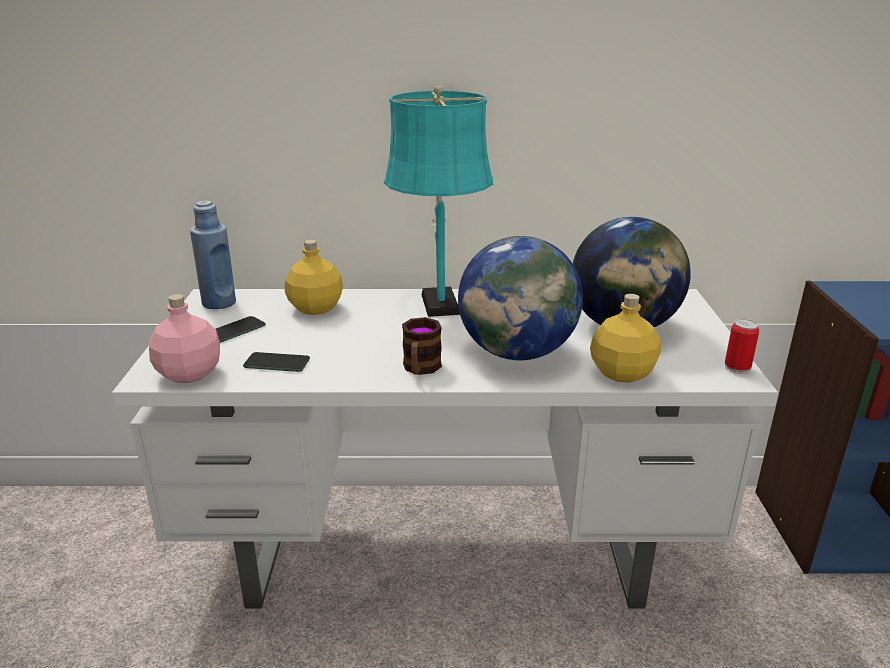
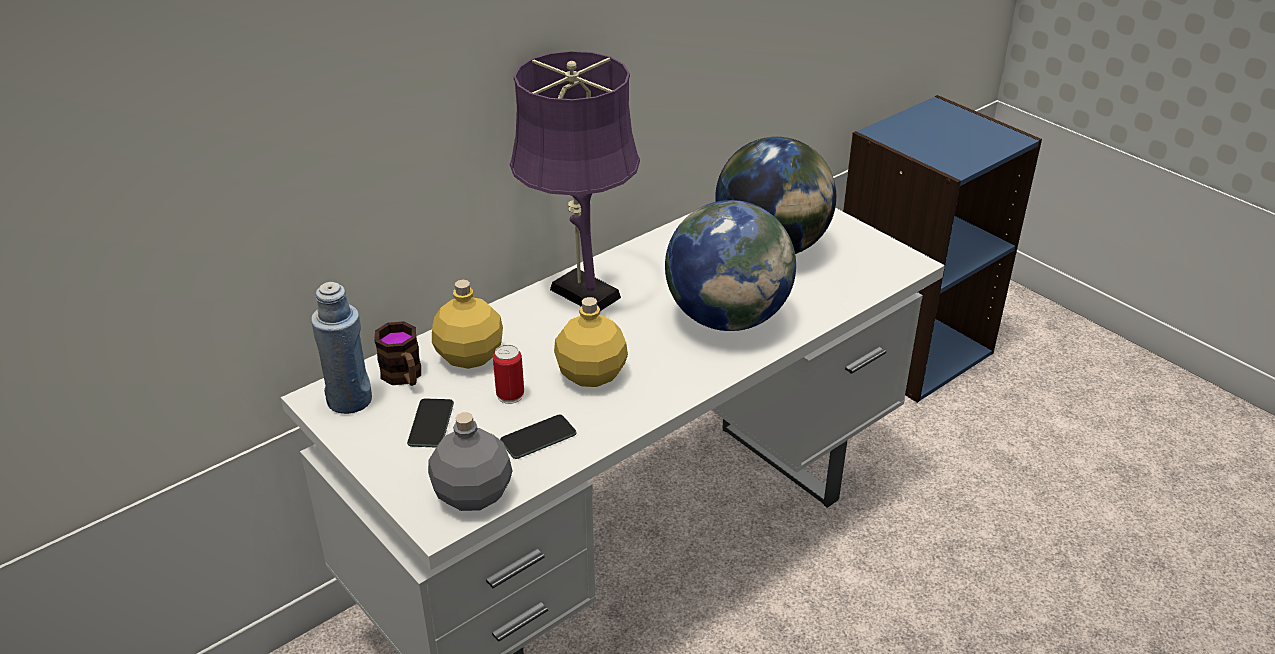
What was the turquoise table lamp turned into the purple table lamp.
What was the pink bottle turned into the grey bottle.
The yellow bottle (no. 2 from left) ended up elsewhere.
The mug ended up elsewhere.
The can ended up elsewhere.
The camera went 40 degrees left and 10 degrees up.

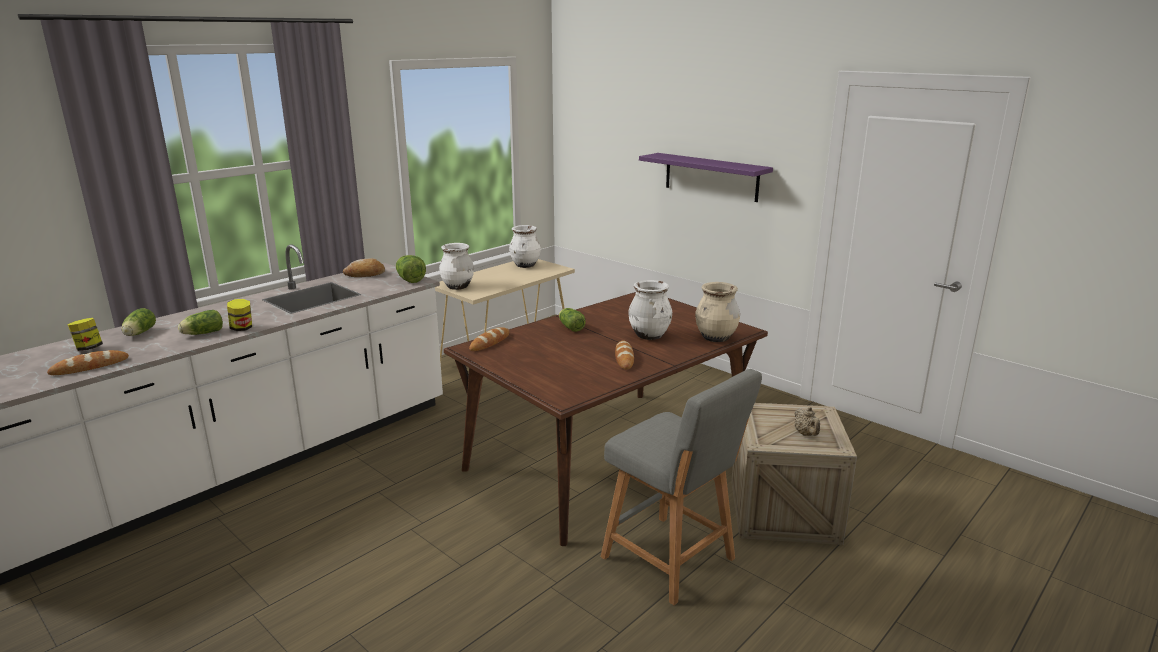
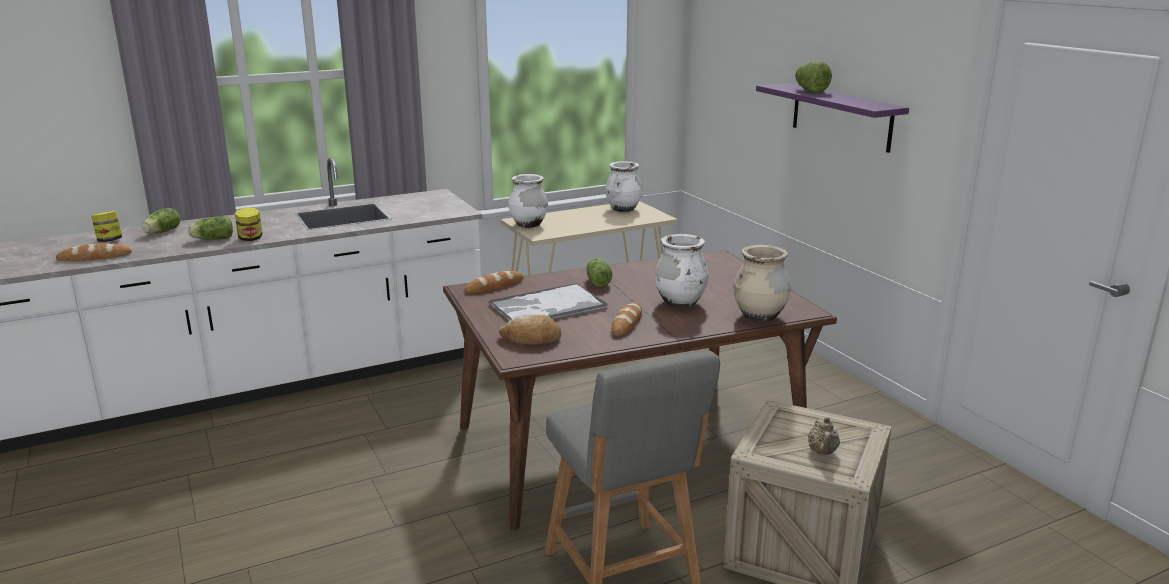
The lettuce (no. 3 from left in the first image) ended up elsewhere.
The bread (no. 2 from left in the first image) ended up elsewhere.
The second view gained the tray.
The camera went 20 degrees right and 0 degrees up.

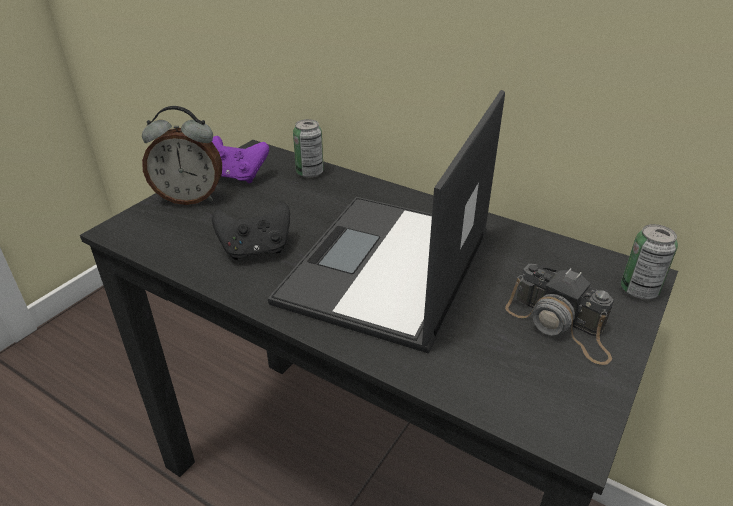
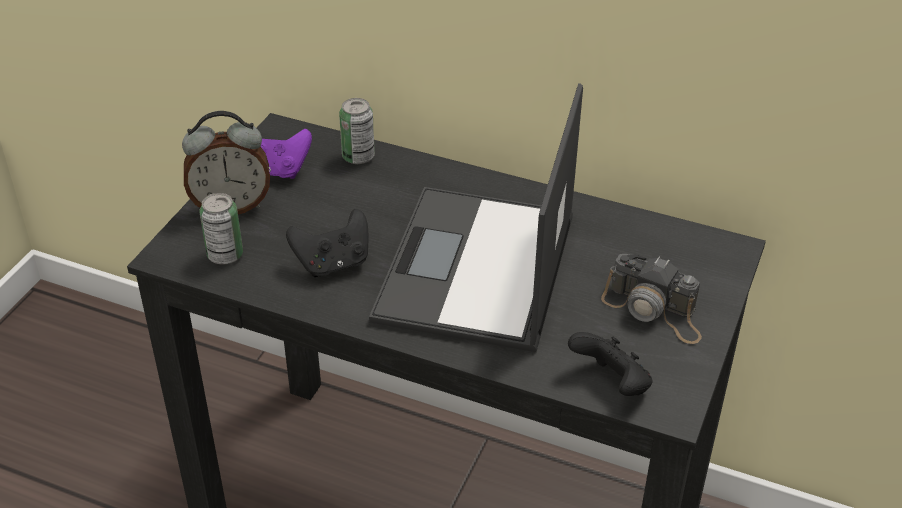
The can (no. 2 from left in the first image) ended up elsewhere.
The second view gained the black game controller (no. 2 from left).
The camera went 10 degrees left and 5 degrees up.

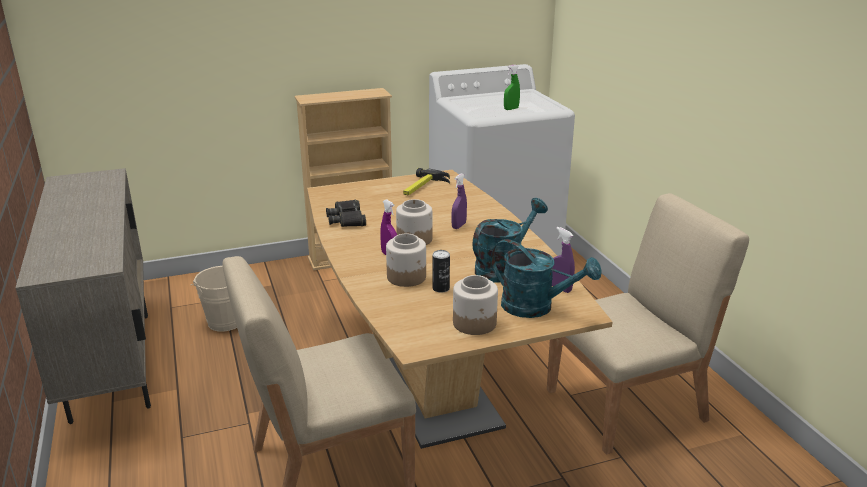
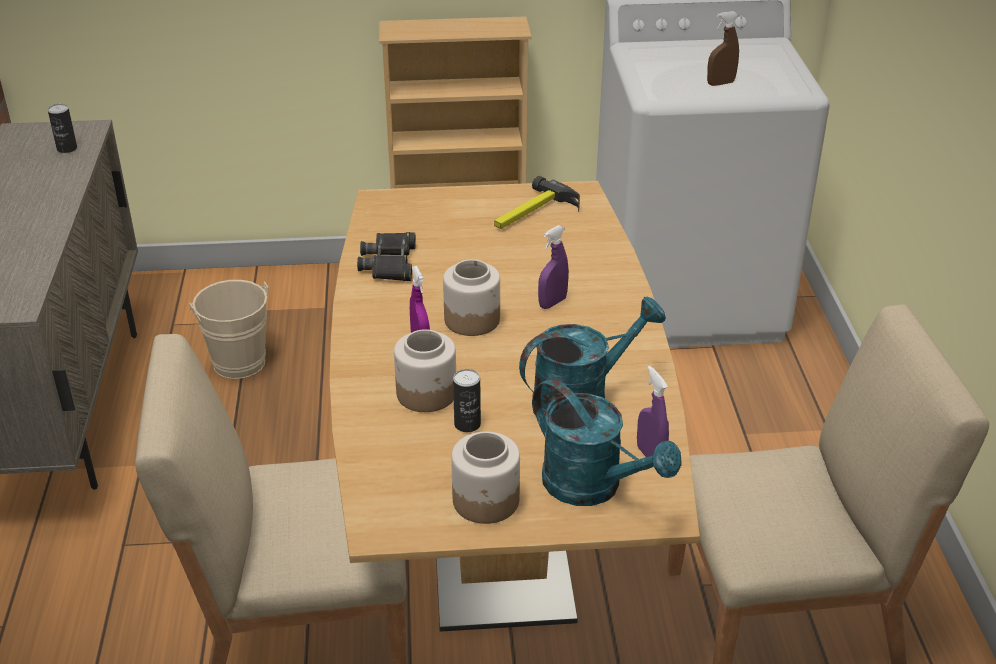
What was the green spray bottle turned into the brown spray bottle.
The second view gained the can (no. 1 from left).
The camera went 15 degrees right and 10 degrees up.

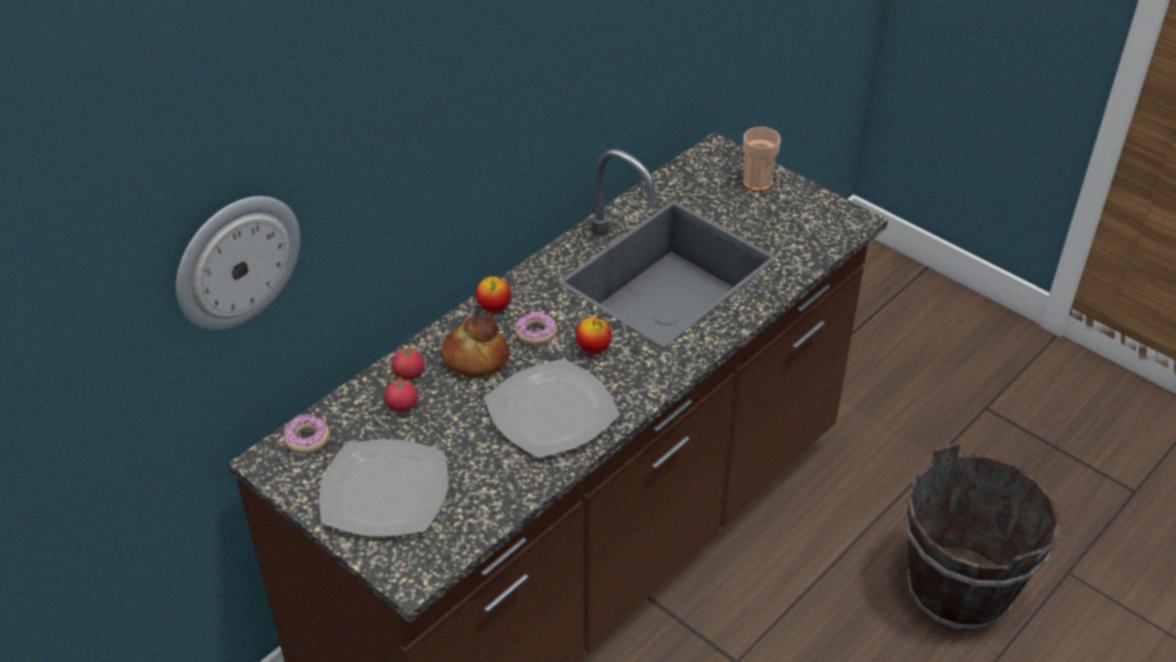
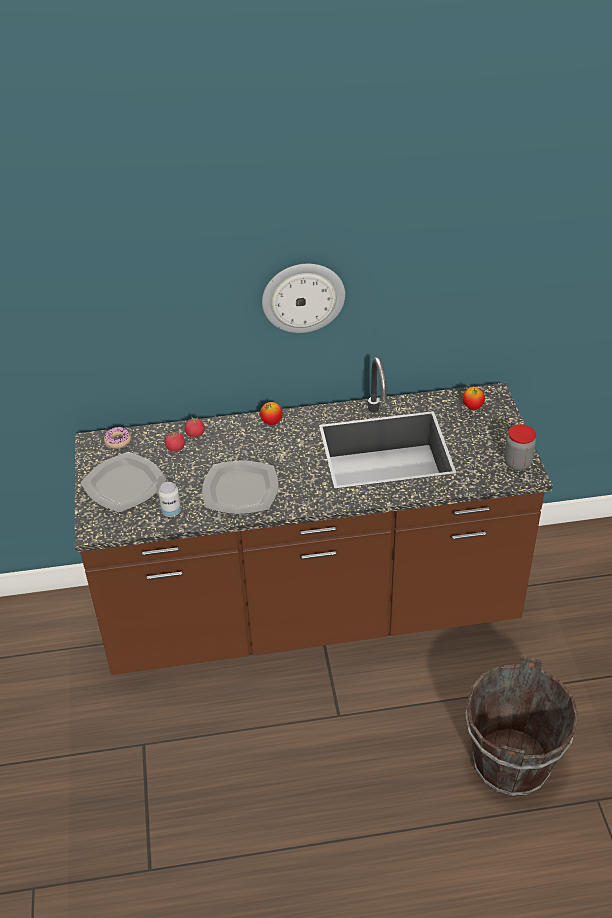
The second view lost the cup.
The wall clock ended up elsewhere.
The second view lost the donut (no. 2 from left).
The second view lost the bread.
The apple (no. 2 from left) ended up elsewhere.
The second view gained the jar.
The second view gained the can.
The camera went 40 degrees right and 0 degrees up.

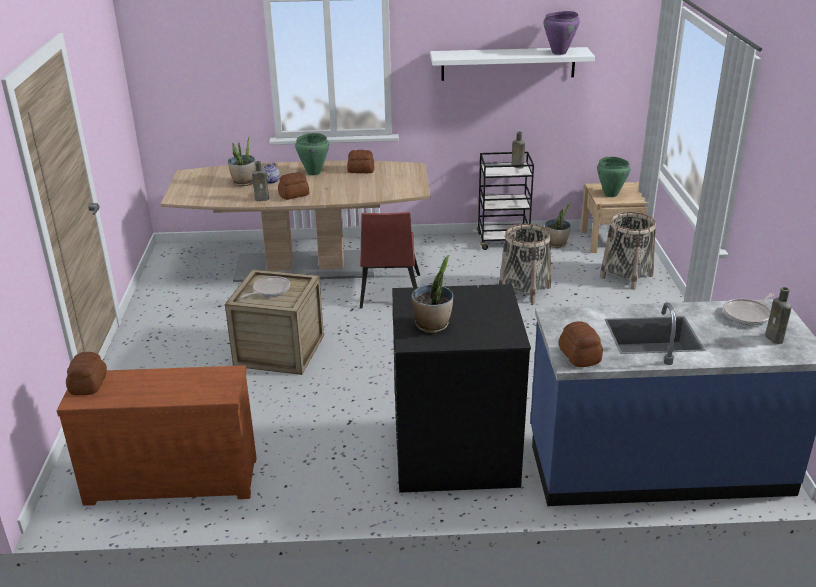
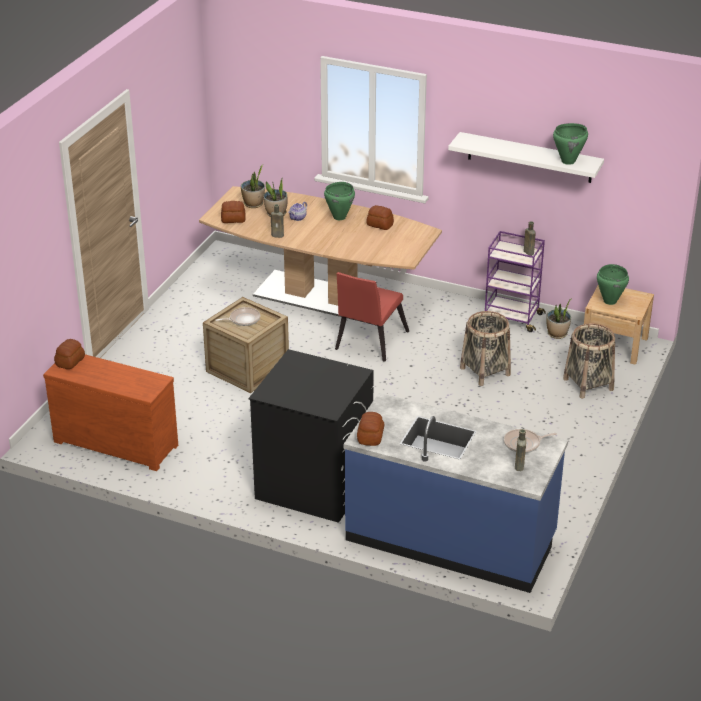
What was the purple cooking pot turned into the green cooking pot (no. 2 from left).
What was the black cart turned into the purple cart.
The bread (no. 2 from left) ended up elsewhere.
The potted plant (no. 2 from left in the first image) ended up elsewhere.
The camera went 25 degrees right and 5 degrees up.

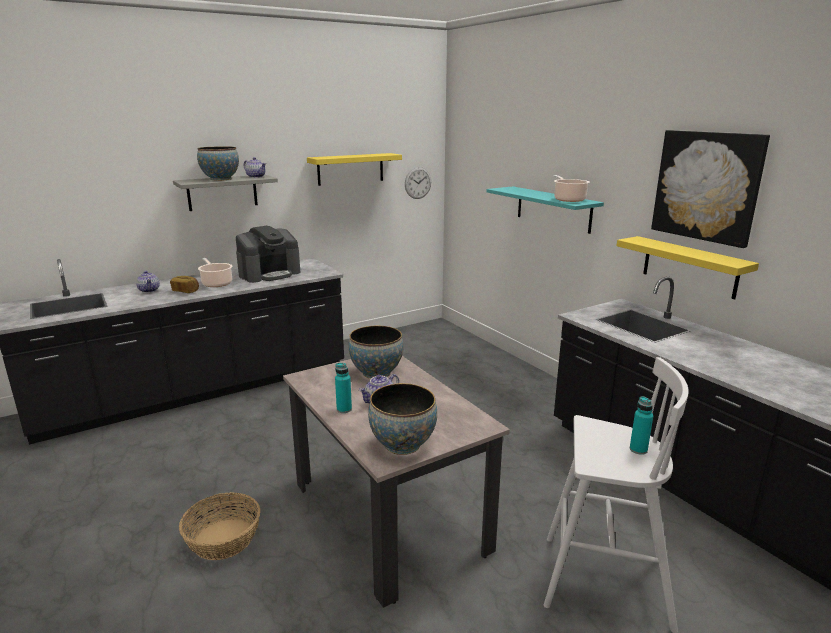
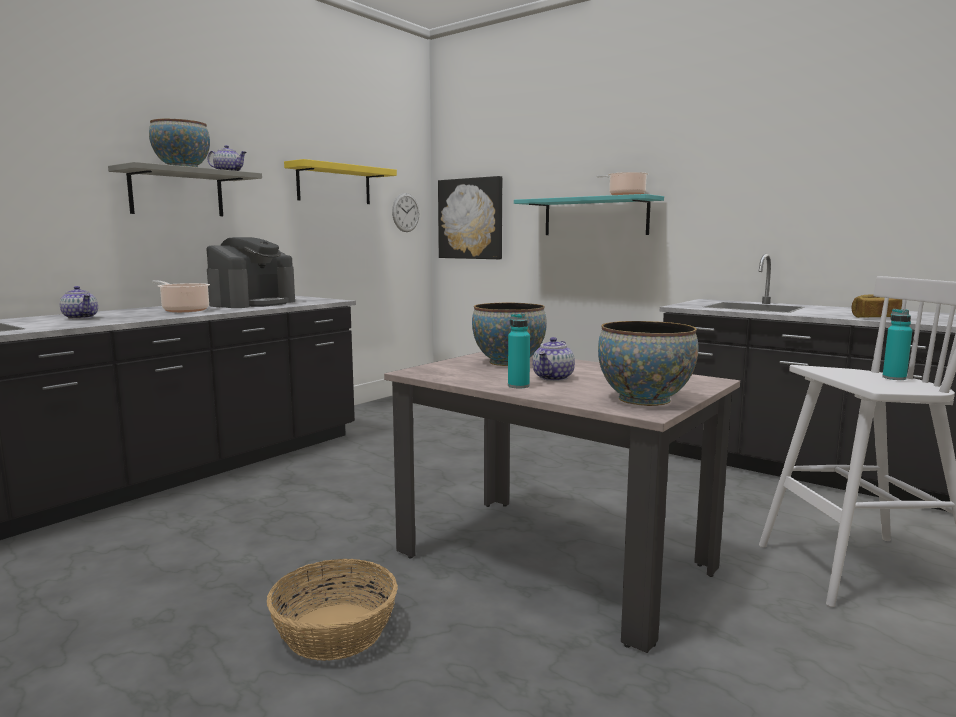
The picture ended up elsewhere.
The second view lost the yellow shelf (no. 2 from left).
The bread ended up elsewhere.
The camera went 20 degrees left and 10 degrees down.

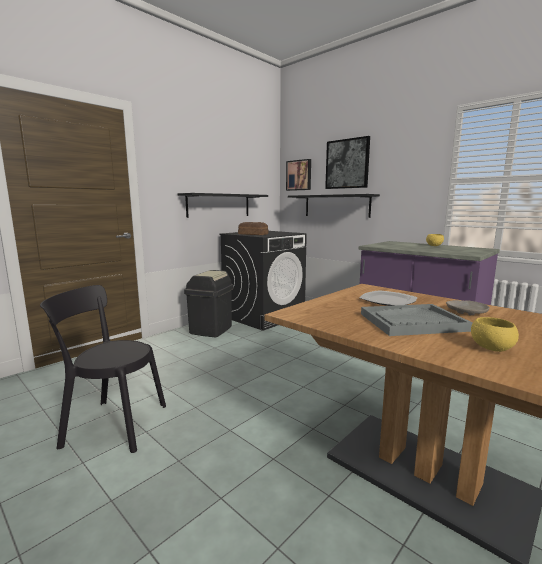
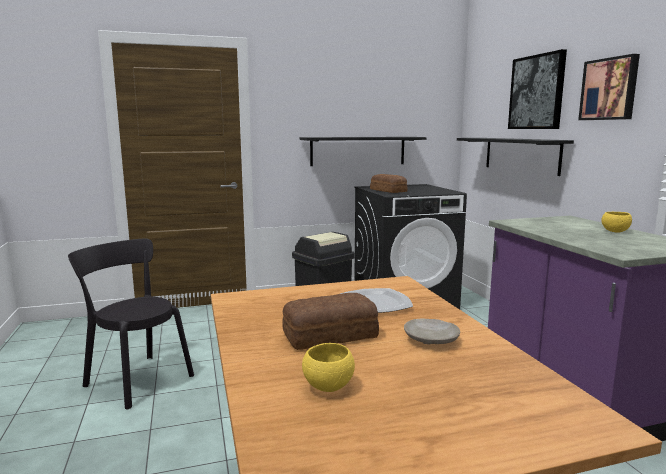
The picture (no. 1 from left in the first image) ended up elsewhere.
Where the grey tray stood, the bread (no. 1 from left) came to stand.
The camera went 30 degrees right and 0 degrees up.

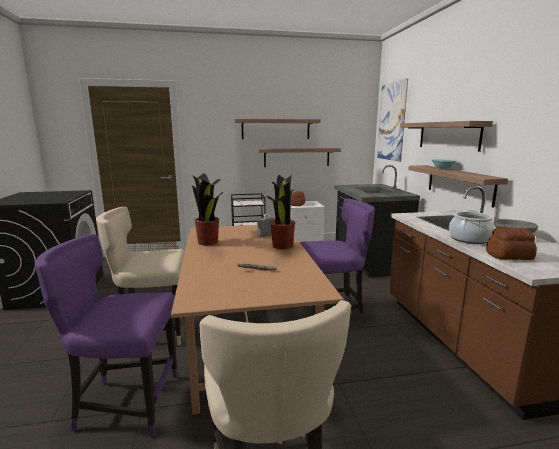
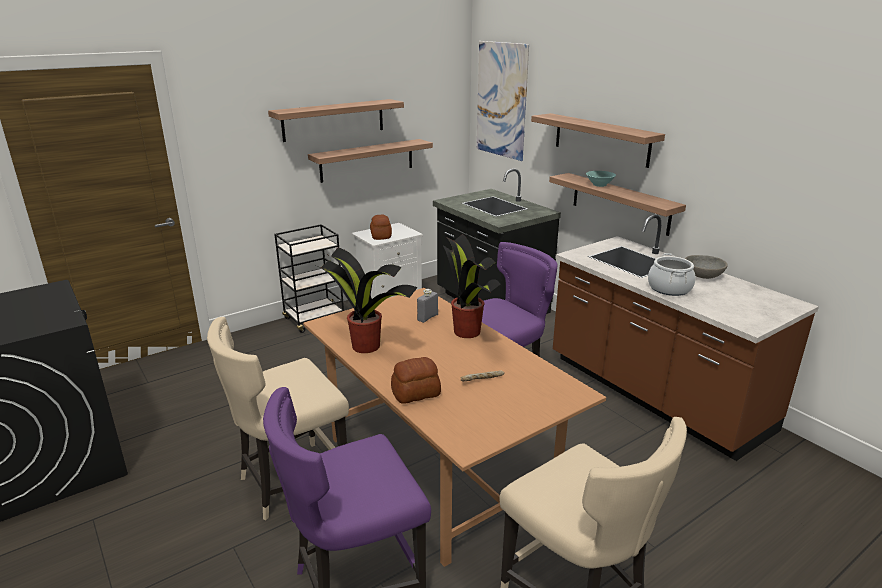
The bread (no. 3 from left in the first image) ended up elsewhere.
The camera went 25 degrees left and 10 degrees up.

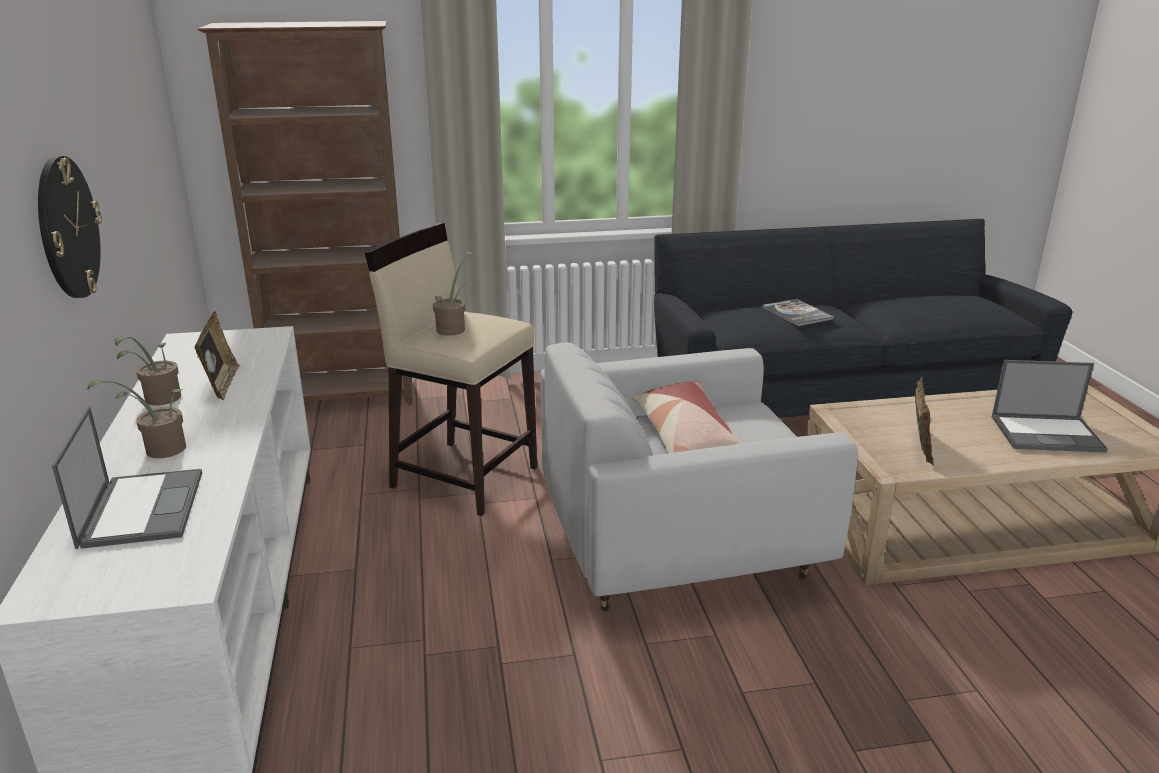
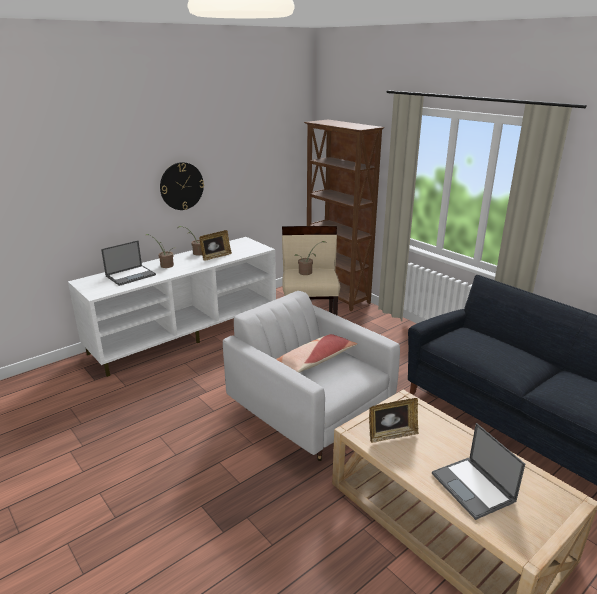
The second view lost the book.
The camera went 60 degrees right and 0 degrees up.

